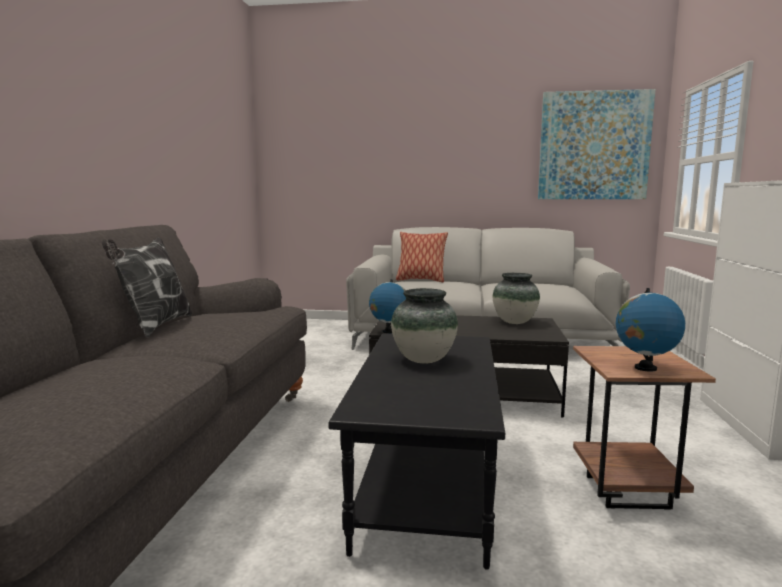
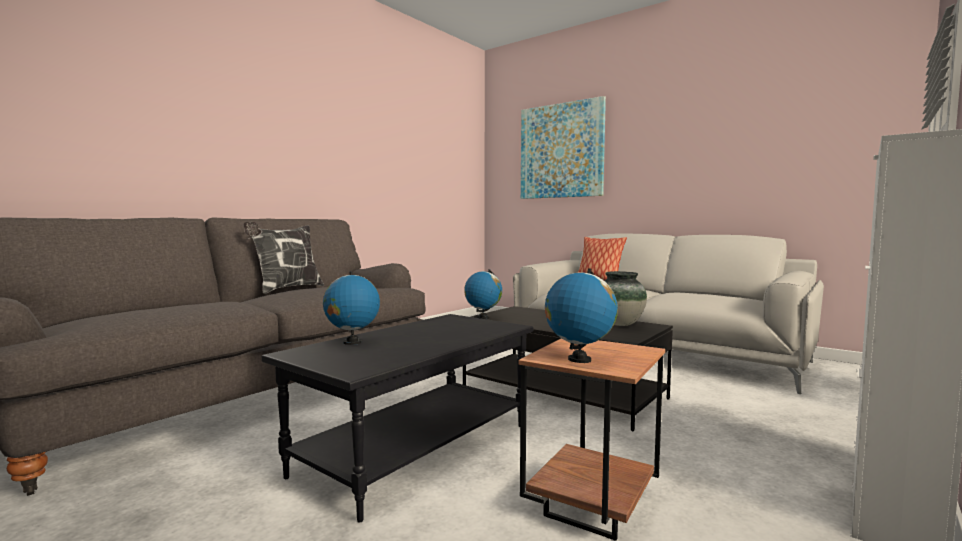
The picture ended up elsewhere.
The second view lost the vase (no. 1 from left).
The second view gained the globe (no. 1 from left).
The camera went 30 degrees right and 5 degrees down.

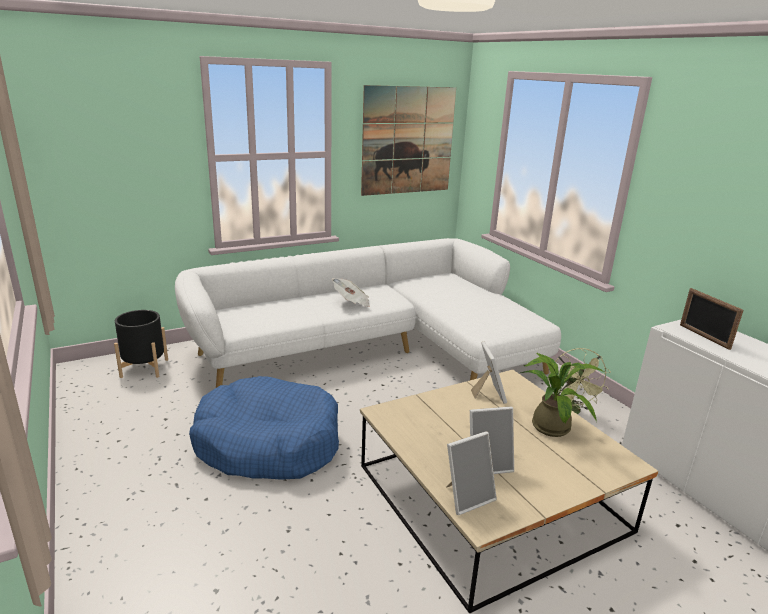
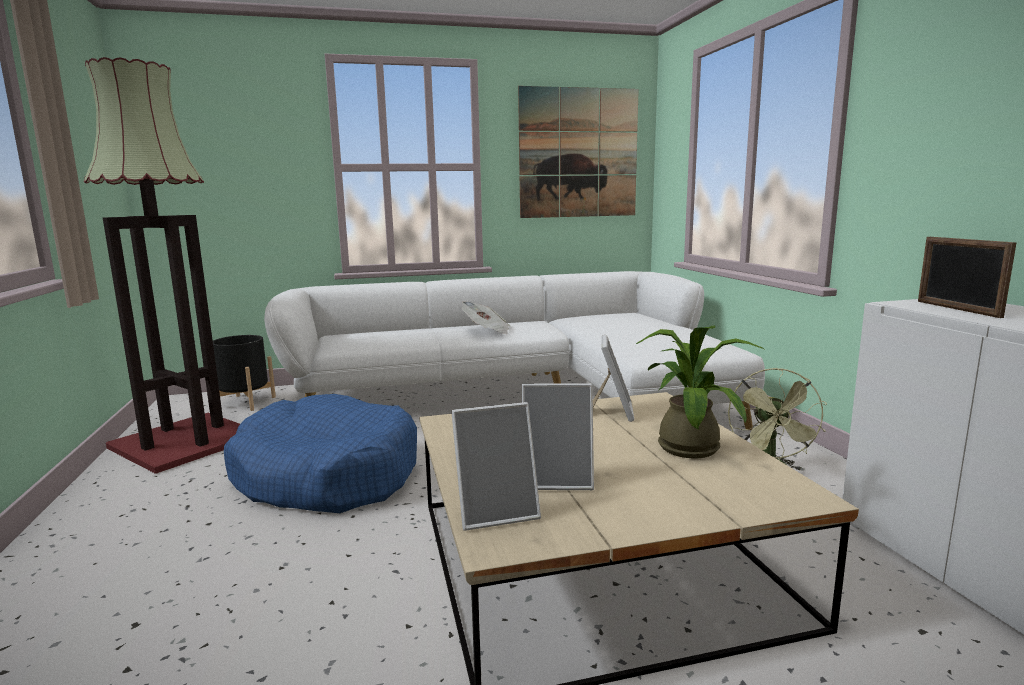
The second view gained the floor lamp.
The camera went 15 degrees right and 10 degrees down.

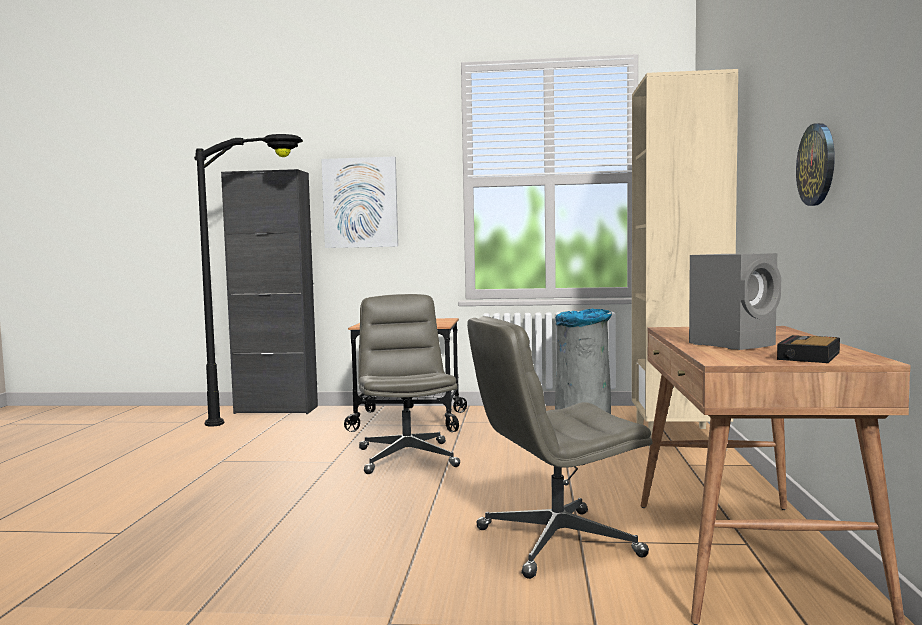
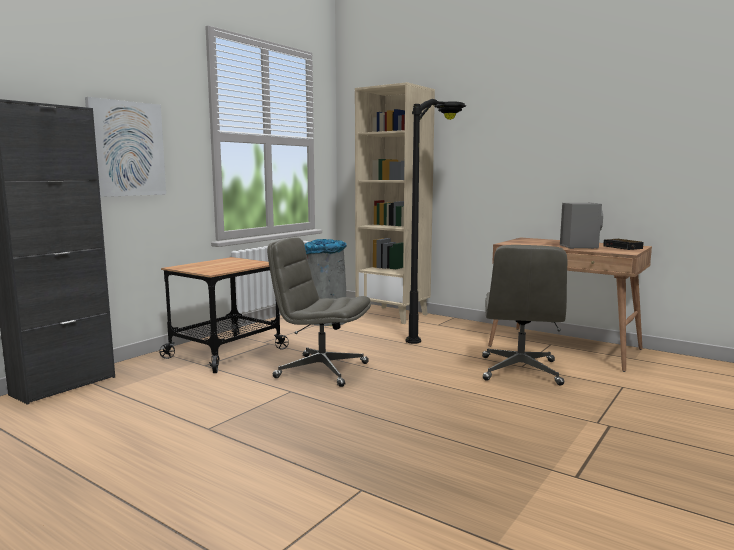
The second view lost the wall clock.
The black floor lamp ended up elsewhere.
The camera went 60 degrees left and 5 degrees up.

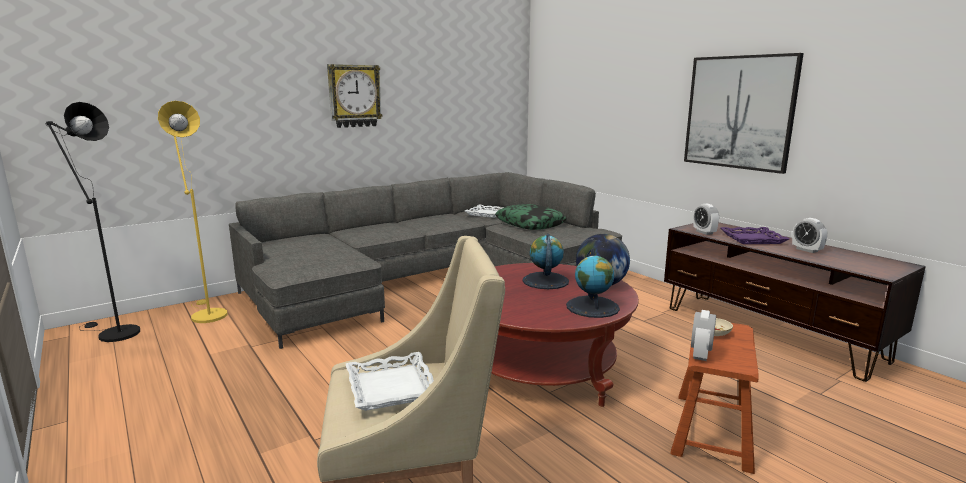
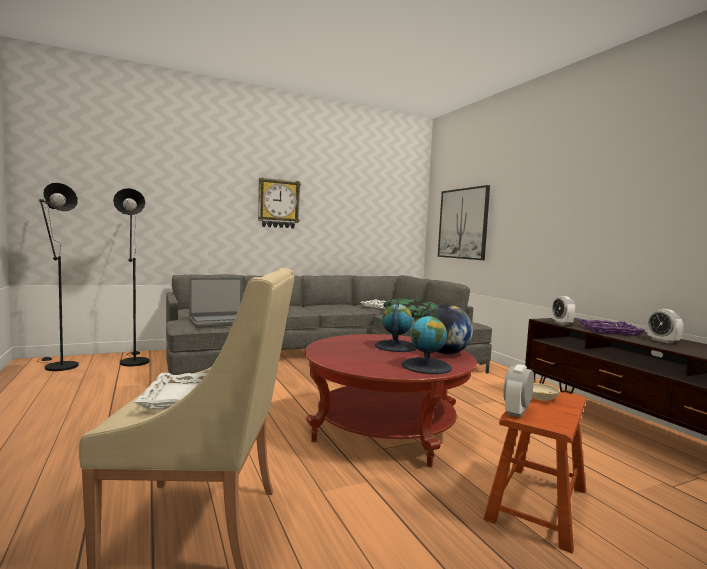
The picture ended up elsewhere.
What was the yellow floor lamp turned into the black floor lamp (no. 2 from left).
The second view gained the laptop.
The camera went 10 degrees right and 10 degrees down.

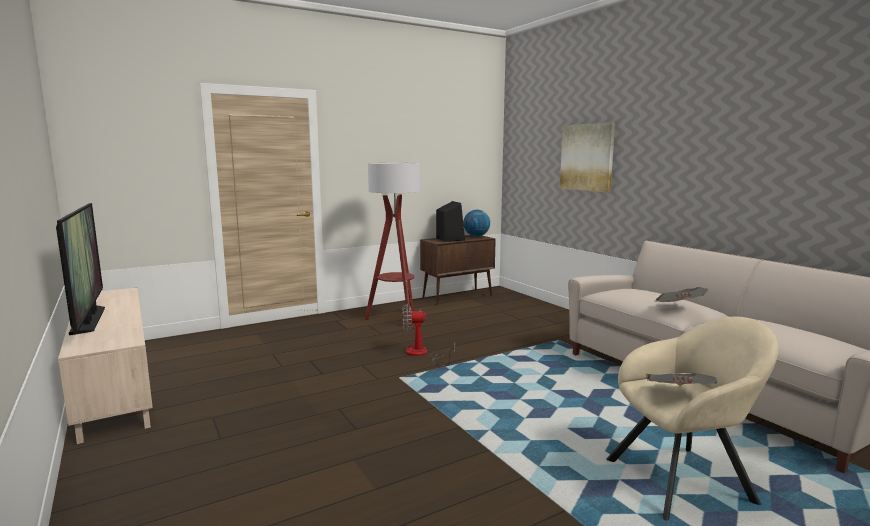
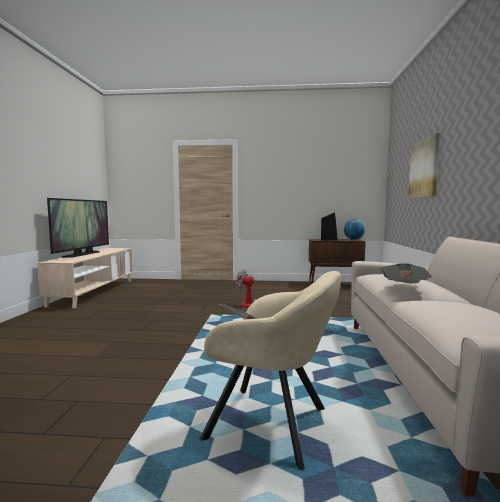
The second view lost the floor lamp.
The camera went 35 degrees right and 5 degrees down.

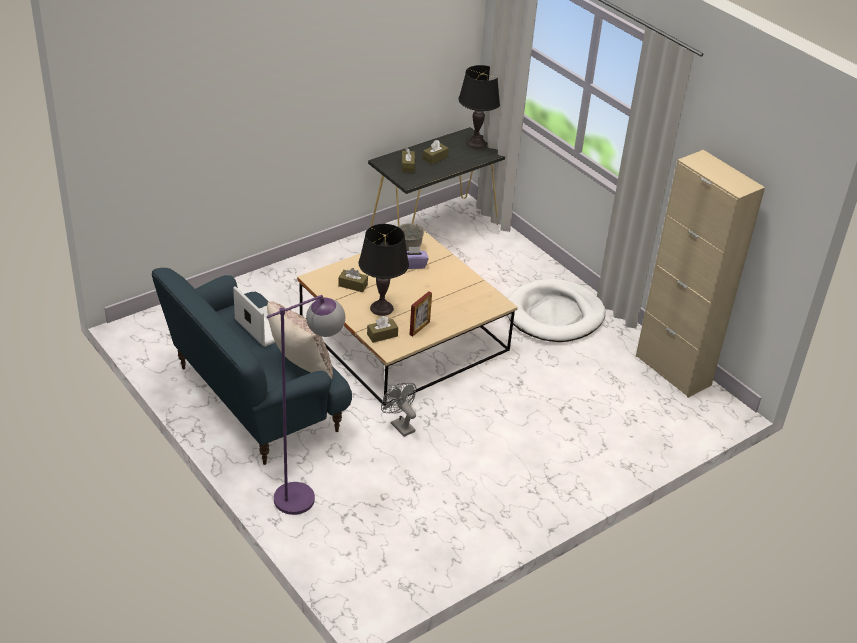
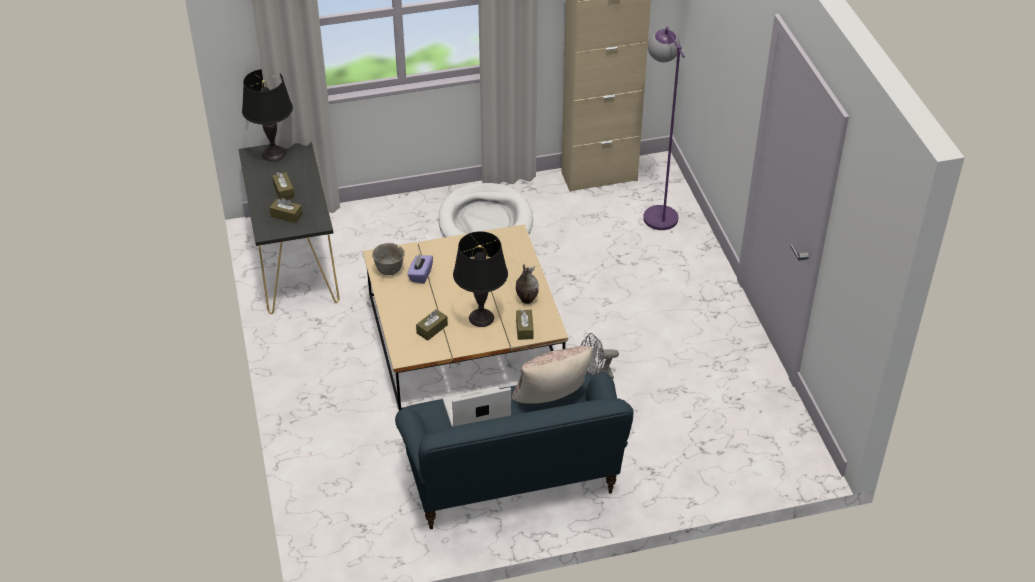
Where the picture frame stood, the vase came to stand.
The purple floor lamp ended up elsewhere.
The camera went 65 degrees left and 5 degrees up.

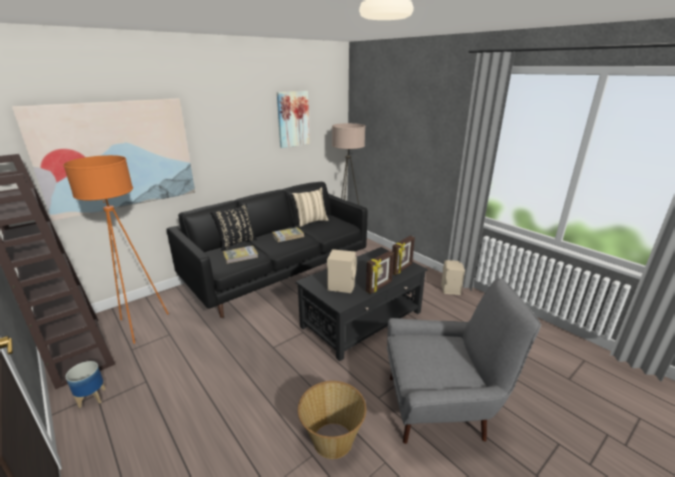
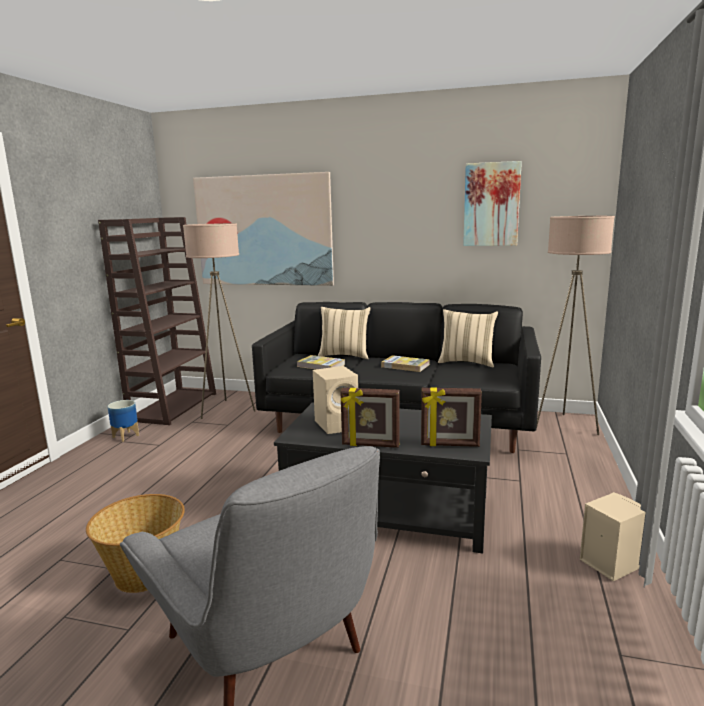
What was the orange floor lamp turned into the beige floor lamp (no. 1 from left).
What was the black pillow turned into the beige pillow (no. 1 from left).
The camera went 55 degrees right and 10 degrees down.

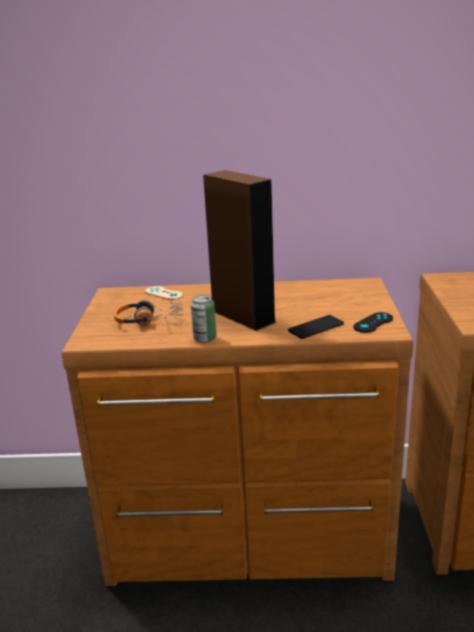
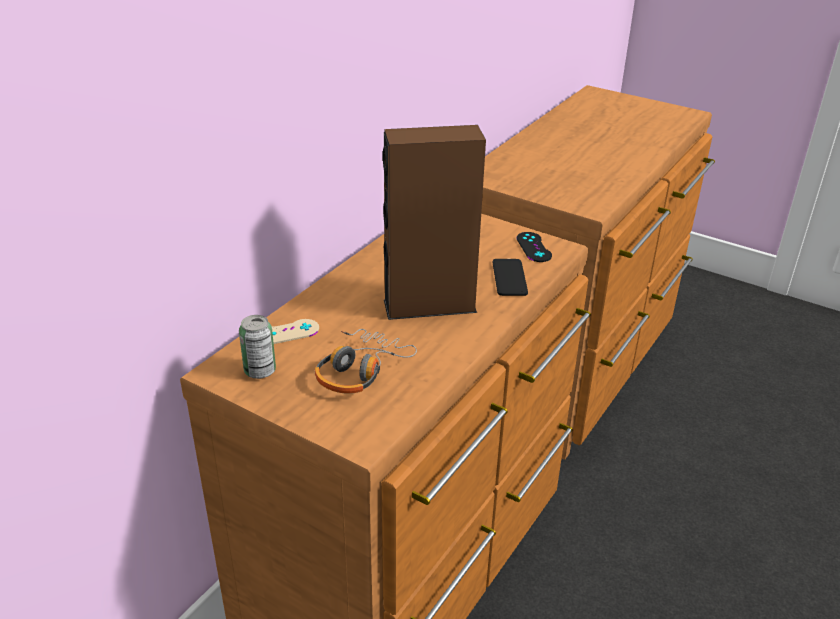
The can ended up elsewhere.
The camera went 60 degrees left and 10 degrees up.

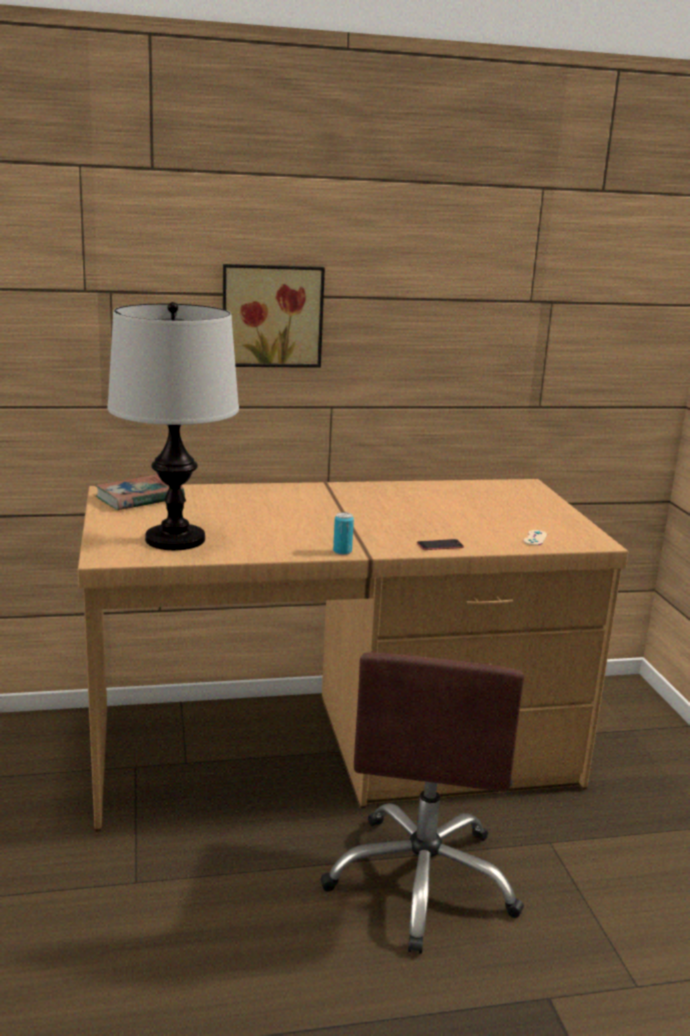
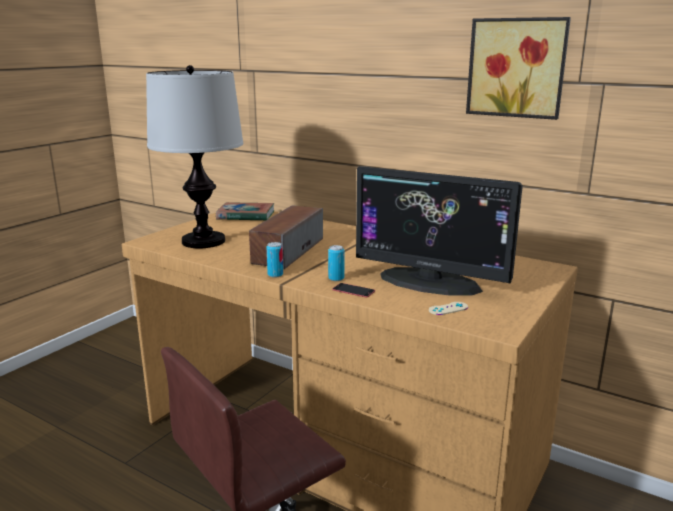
The picture ended up elsewhere.
The second view gained the monitor.
The second view gained the speaker.
The second view gained the can (no. 2 from left).
The camera went 45 degrees right and 0 degrees up.

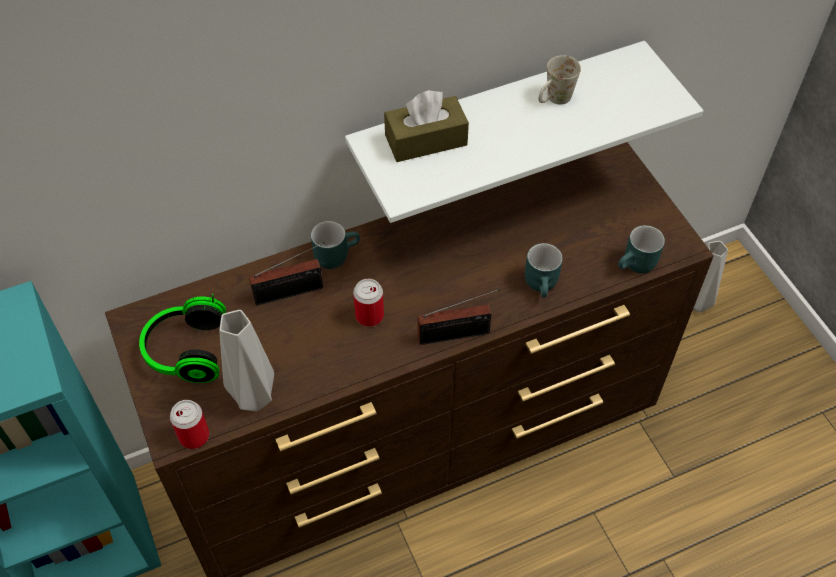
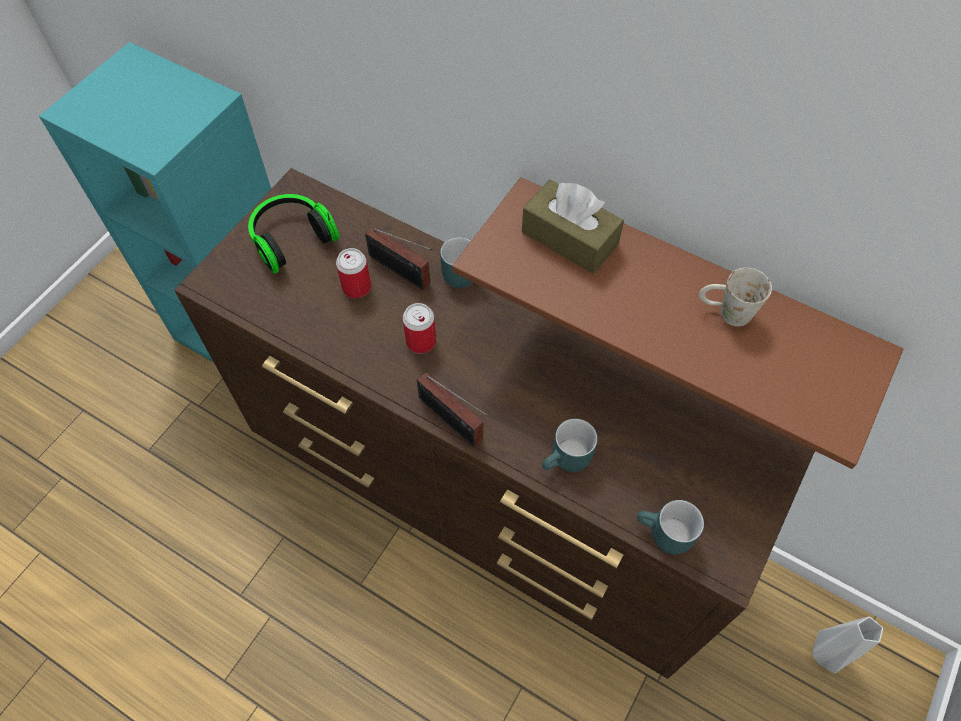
What was the white shelf turned into the brown shelf.
The second view lost the grey vase (no. 1 from left).
The can (no. 1 from left) ended up elsewhere.
The camera went 55 degrees right and 5 degrees up.

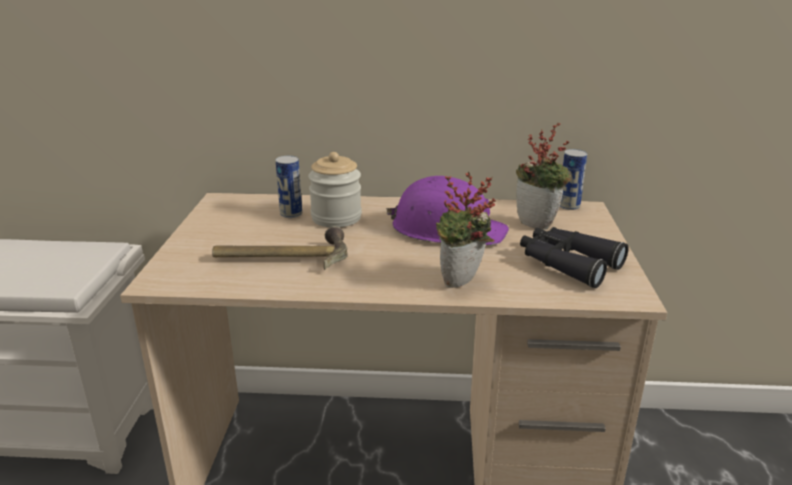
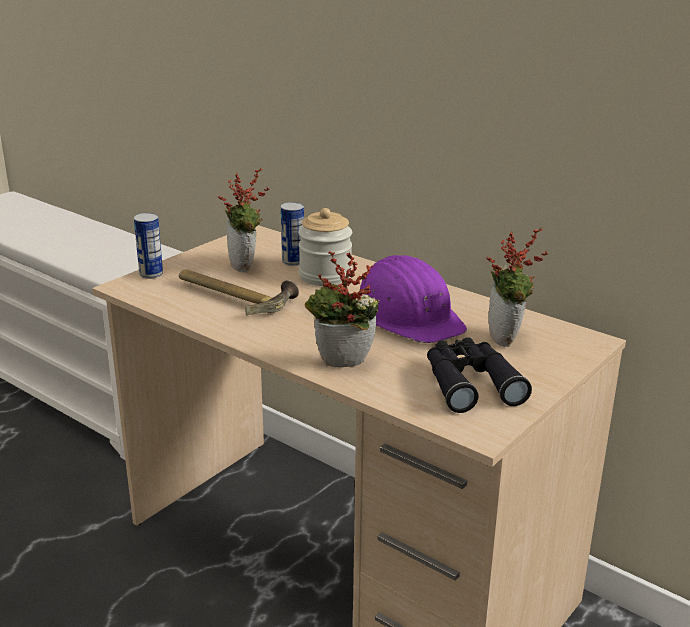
The can (no. 2 from left in the first image) ended up elsewhere.
The second view gained the potted plant (no. 1 from left).
The camera went 35 degrees right and 0 degrees up.

